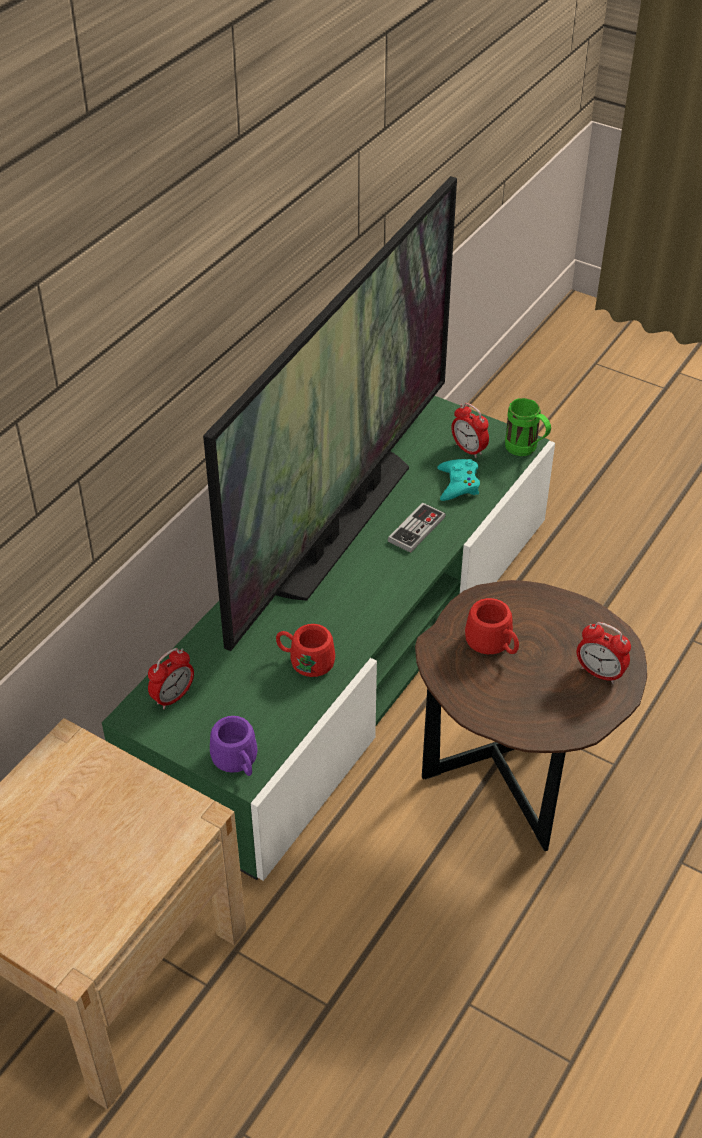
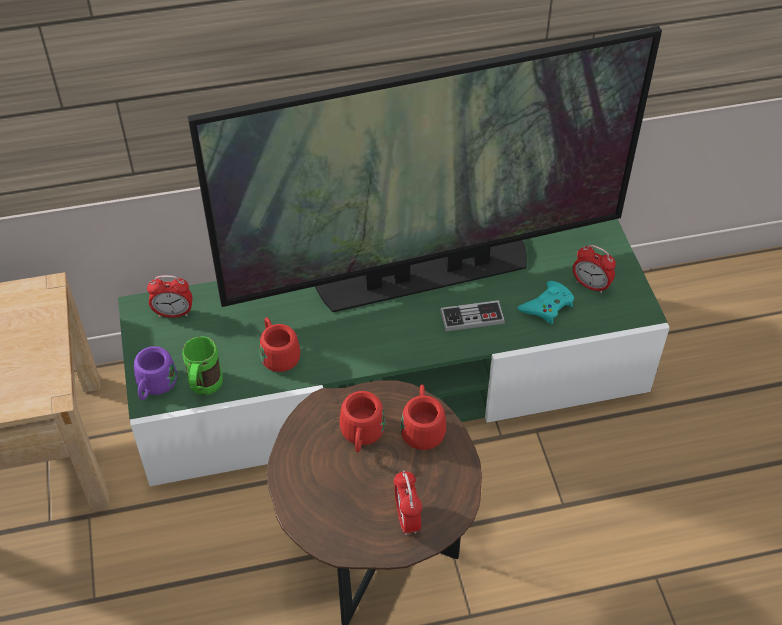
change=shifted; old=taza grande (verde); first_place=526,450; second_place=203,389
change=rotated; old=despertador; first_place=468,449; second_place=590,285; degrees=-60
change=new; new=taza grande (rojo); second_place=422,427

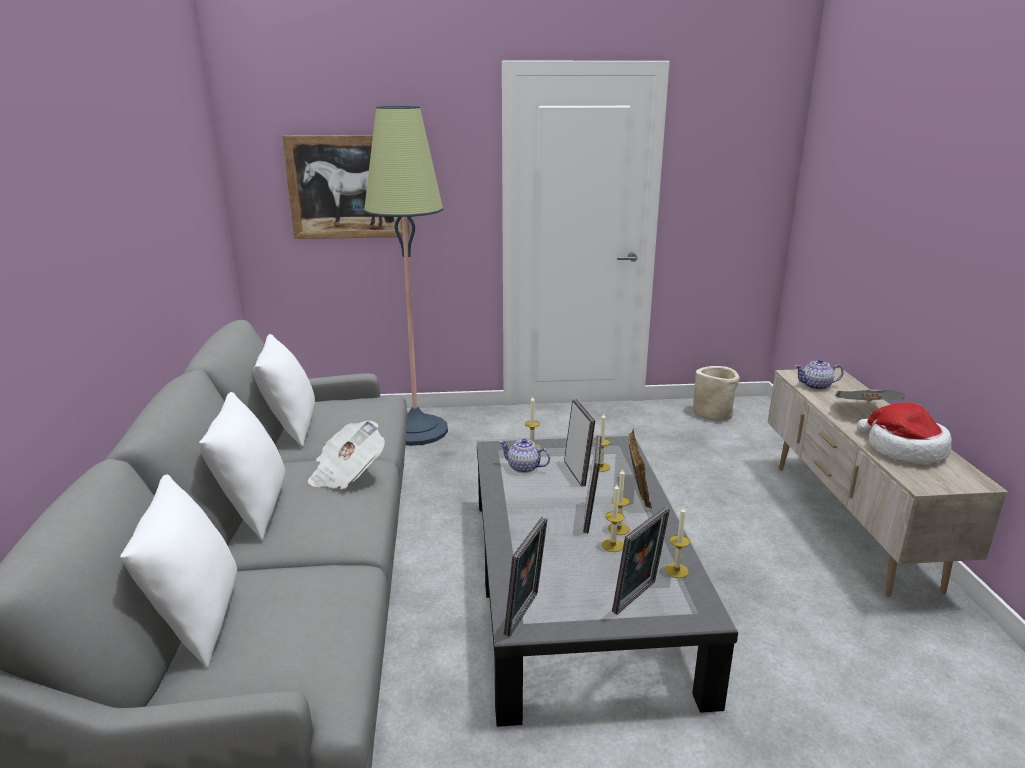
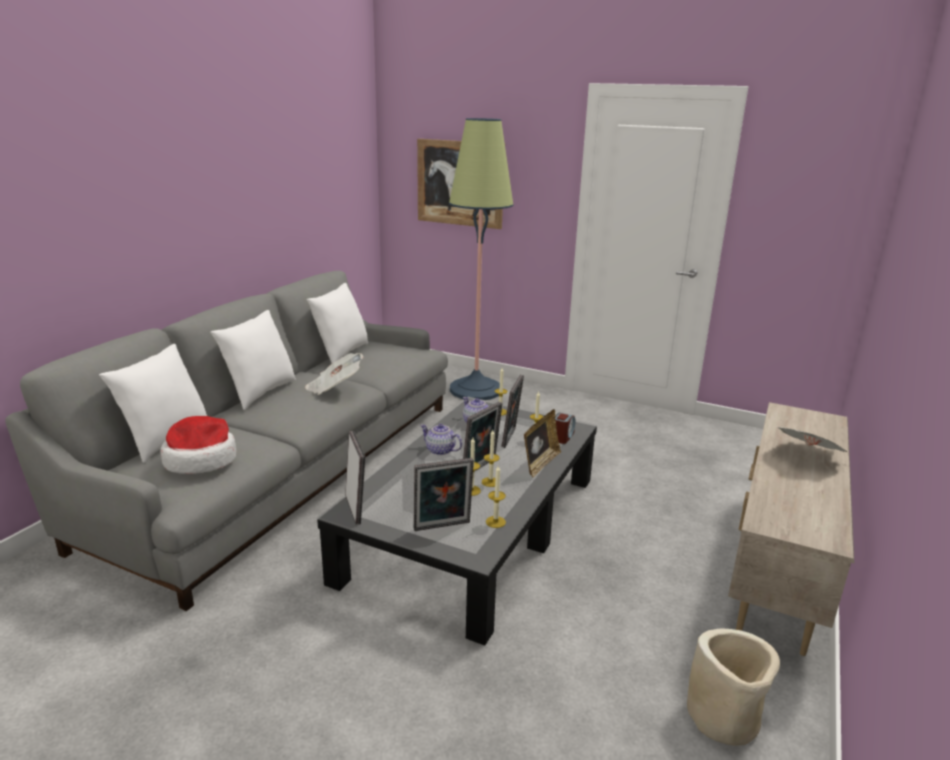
change=shifted; old=tetera; first_place=816,386; second_place=440,450
change=shifted; old=maceta (beis); first_place=713,414; second_place=724,717
change=shifted; old=sombrero; first_place=903,449; second_place=201,460
change=rotated; old=portarretratos; first_place=525,614; second_place=356,508; degrees=-75
change=new; new=despertador; second_place=562,437

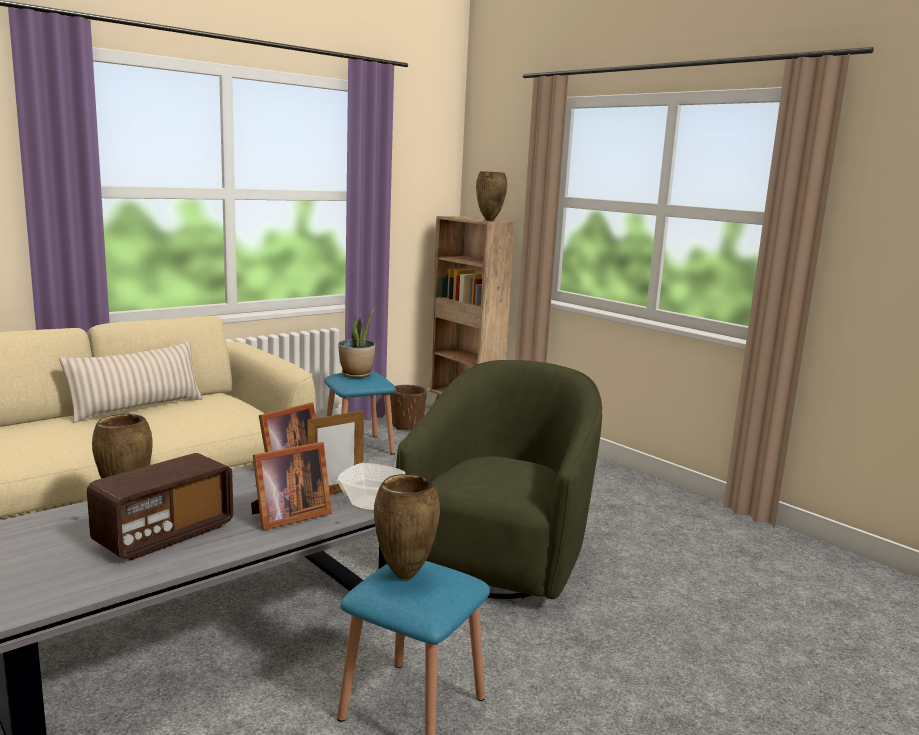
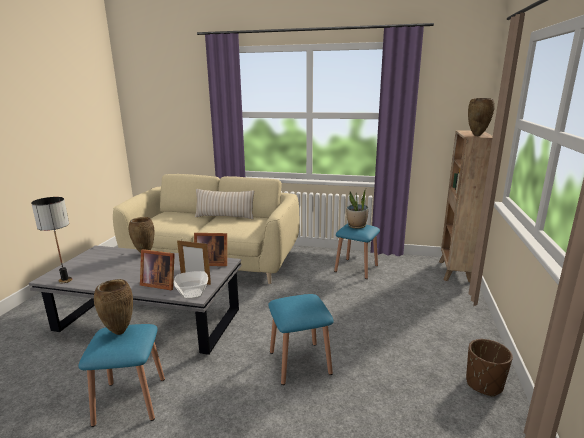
change=swapped; old=sillón (verde); new=taburete (azul); first_place=501,557; second_place=300,362
change=shifted; old=maceta (marrón); first_place=407,426; second_place=484,384
change=gone; old=radio; first_place=164,535
change=new; new=lámpara de mesa; second_place=65,280

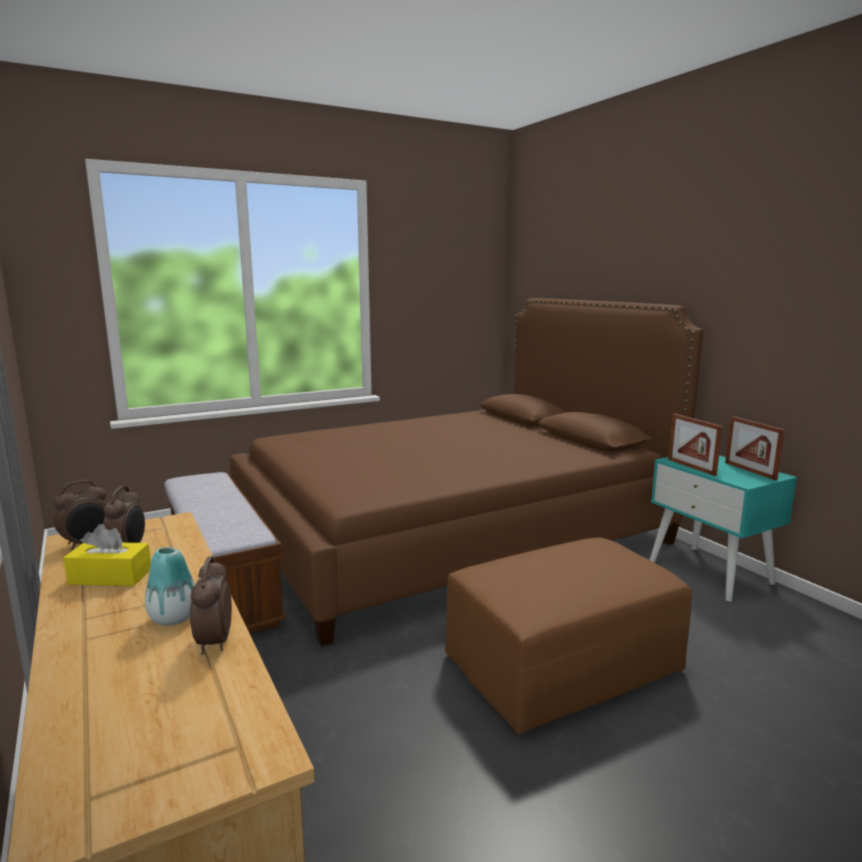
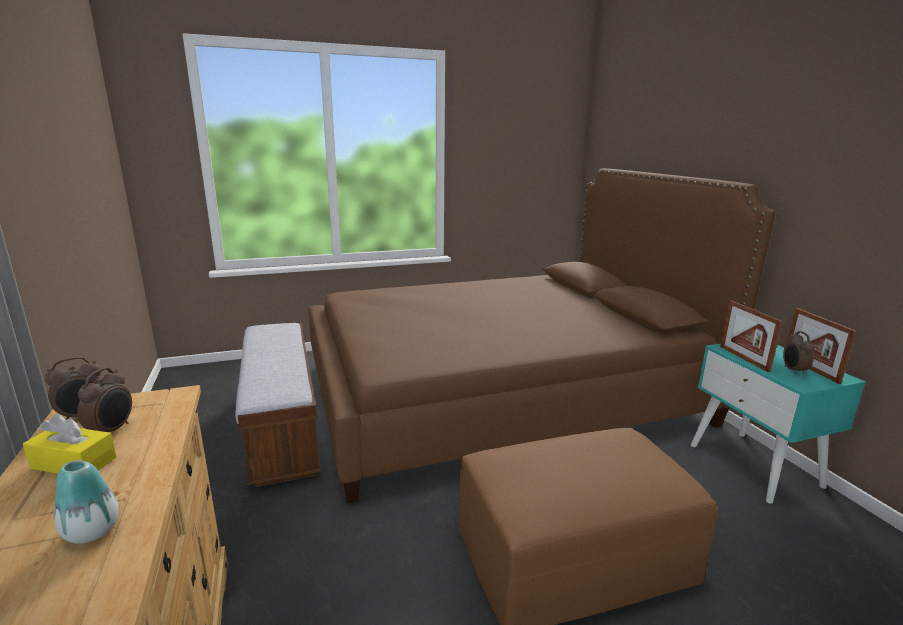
change=shifted; old=despertador; first_place=213,643; second_place=793,371

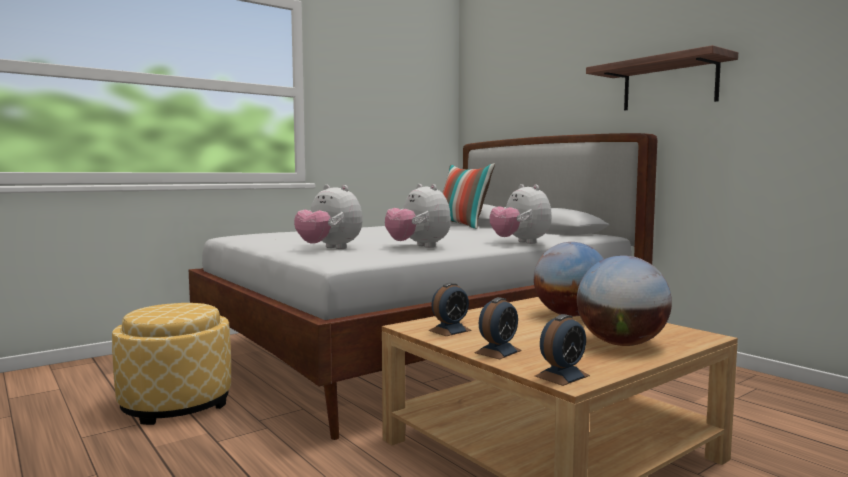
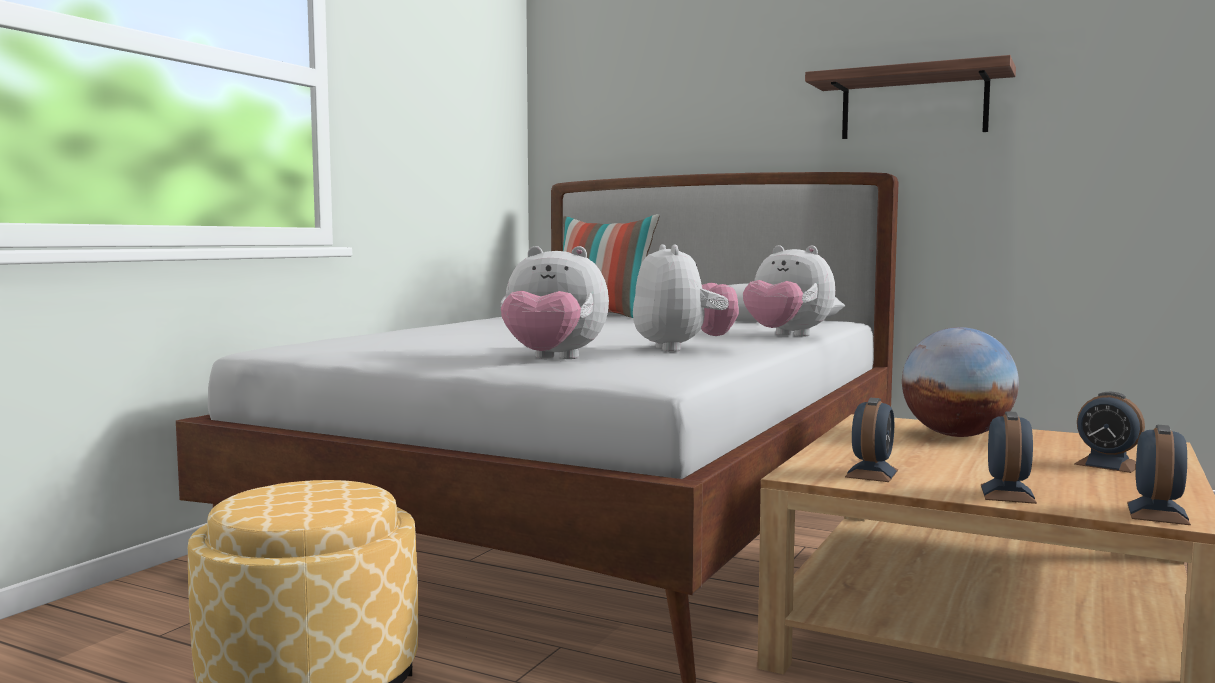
change=rotated; old=peluche; first_place=418,247; second_place=682,349; degrees=-135
change=swapped; old=globo terráqueo; new=despertador; first_place=621,344; second_place=1107,464

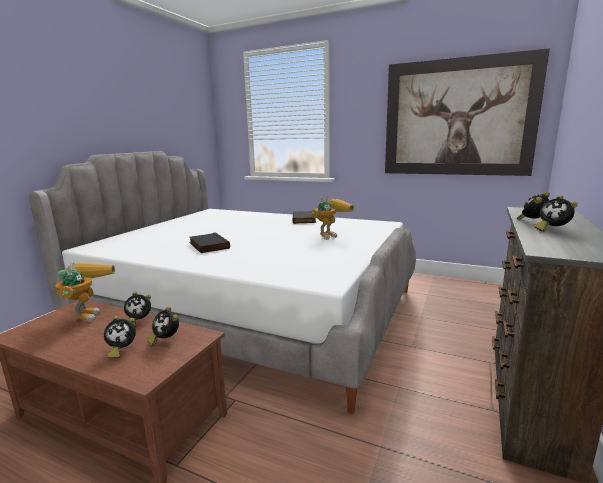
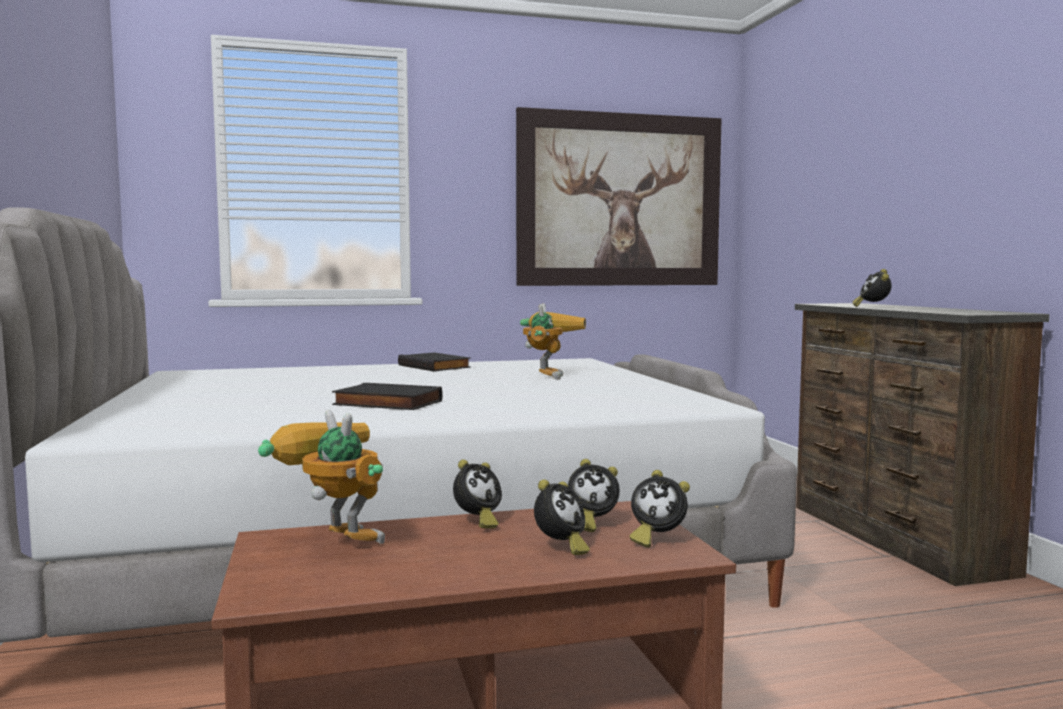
change=shifted; old=despertador; first_place=552,230; second_place=656,539

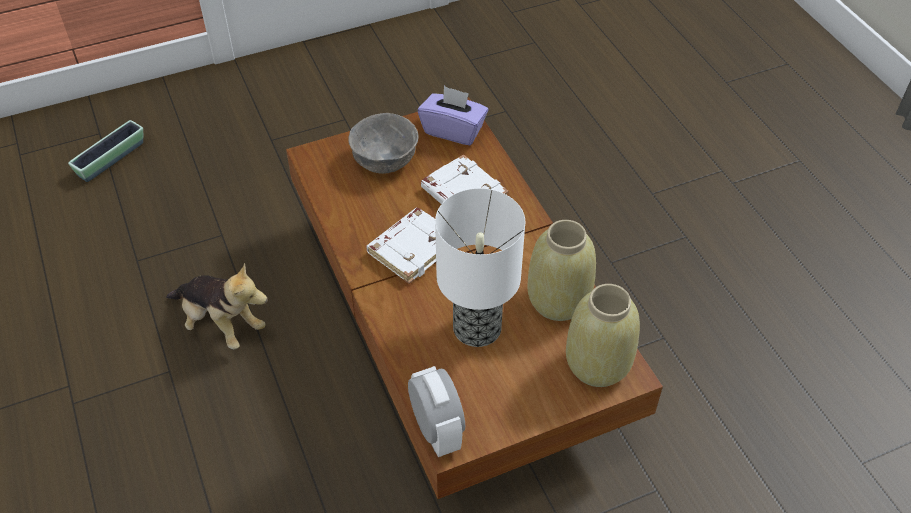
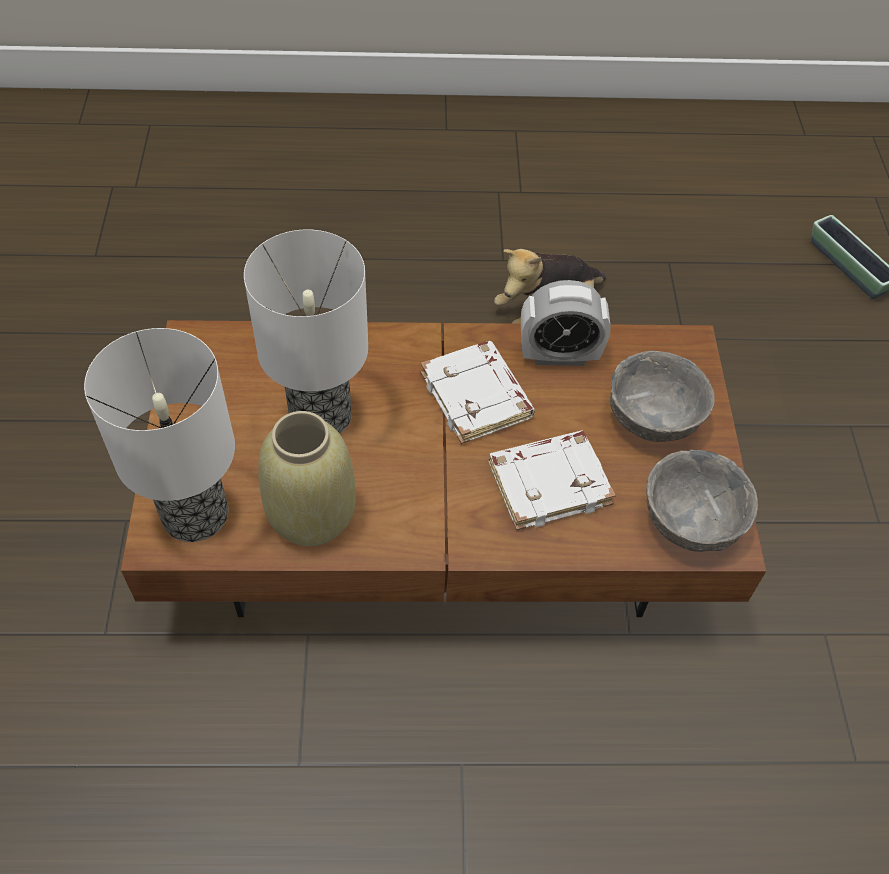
change=swapped; old=caja de pañuelos (morado); new=cuenco (gris); first_place=453,130; second_place=689,520
change=swapped; old=florero (beis); new=lámpara de mesa; first_place=597,366; second_place=193,513
change=shifted; old=despertador; first_place=436,430; second_place=559,355

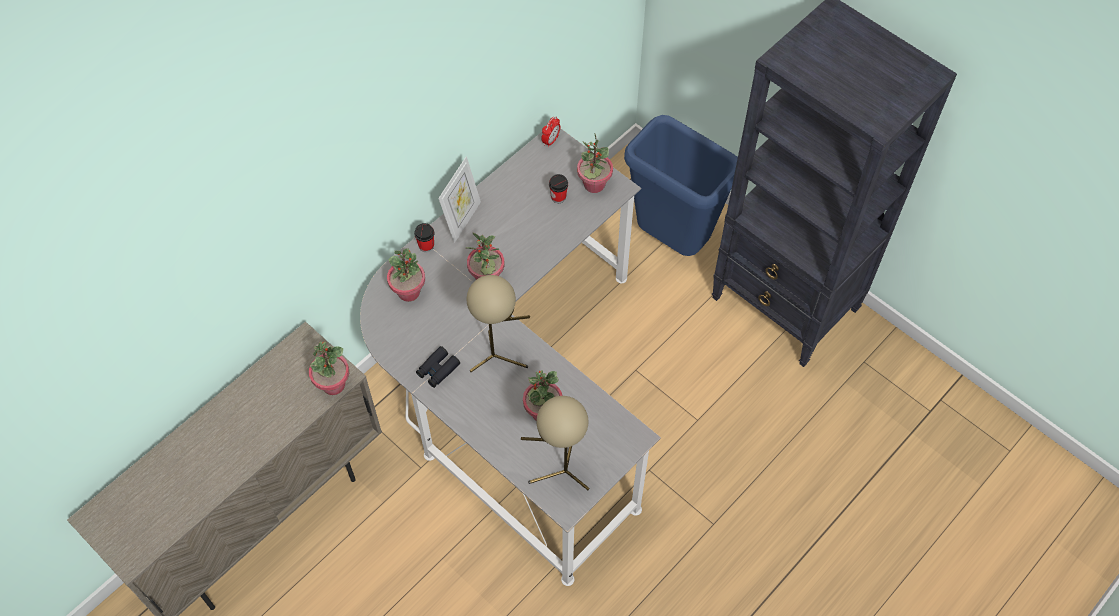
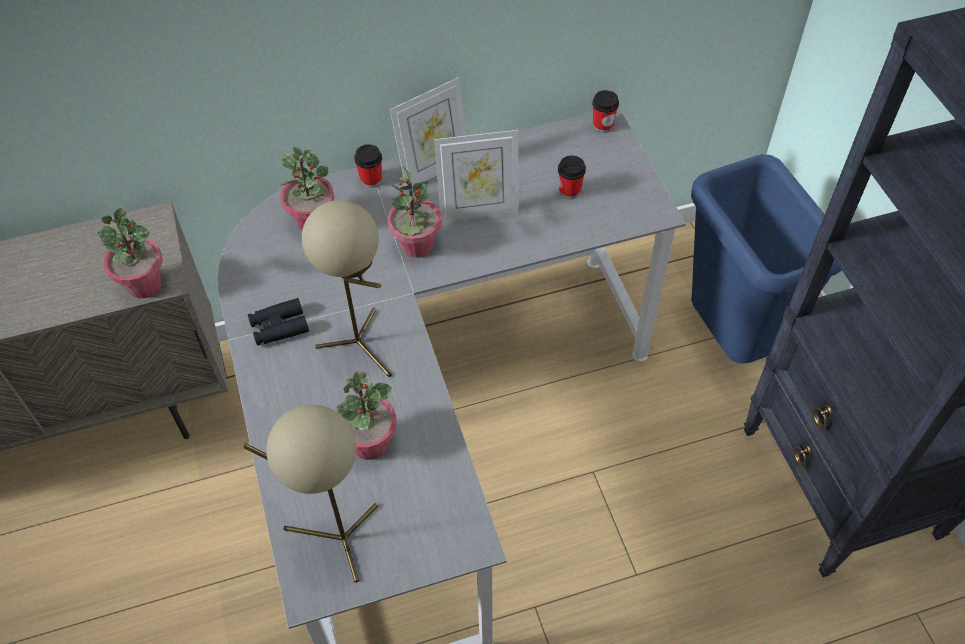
change=swapped; old=despertador; new=taza; first_place=551,140; second_place=603,125
change=gone; old=planta en maceta; first_place=594,184
change=new; new=portarretratos; second_place=478,211

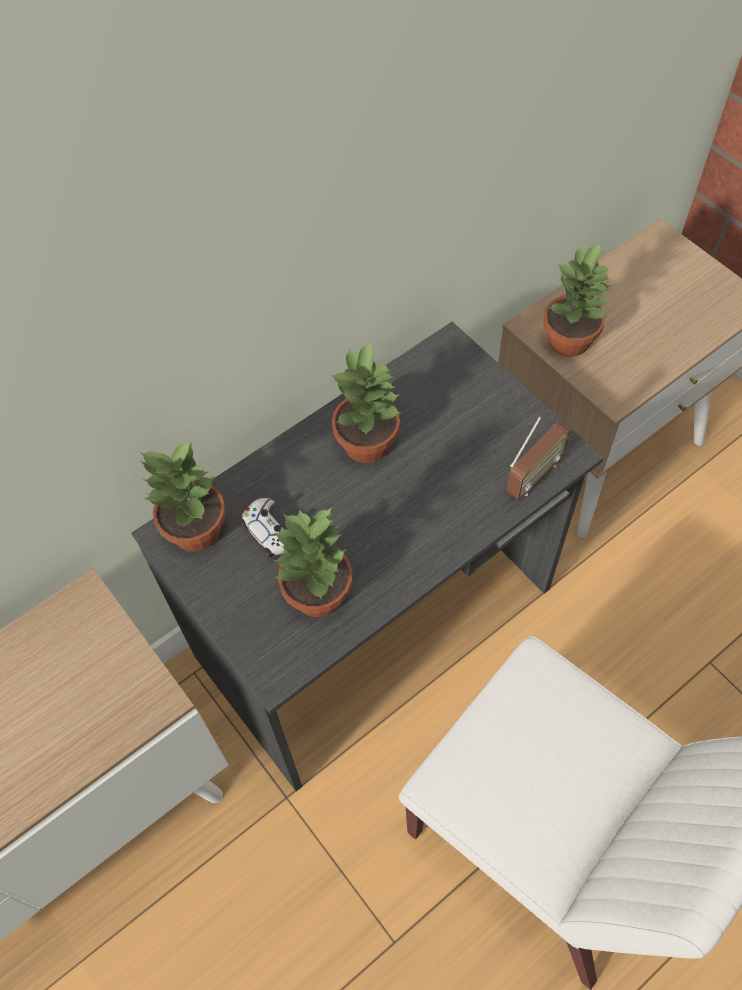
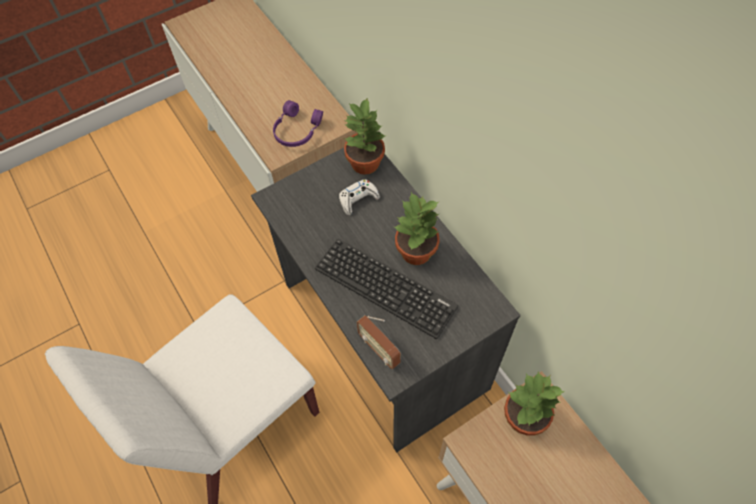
change=gone; old=planta en maceta; first_place=319,595
change=new; new=auriculares (morado); second_place=296,130
change=new; new=teclado; second_place=385,287

